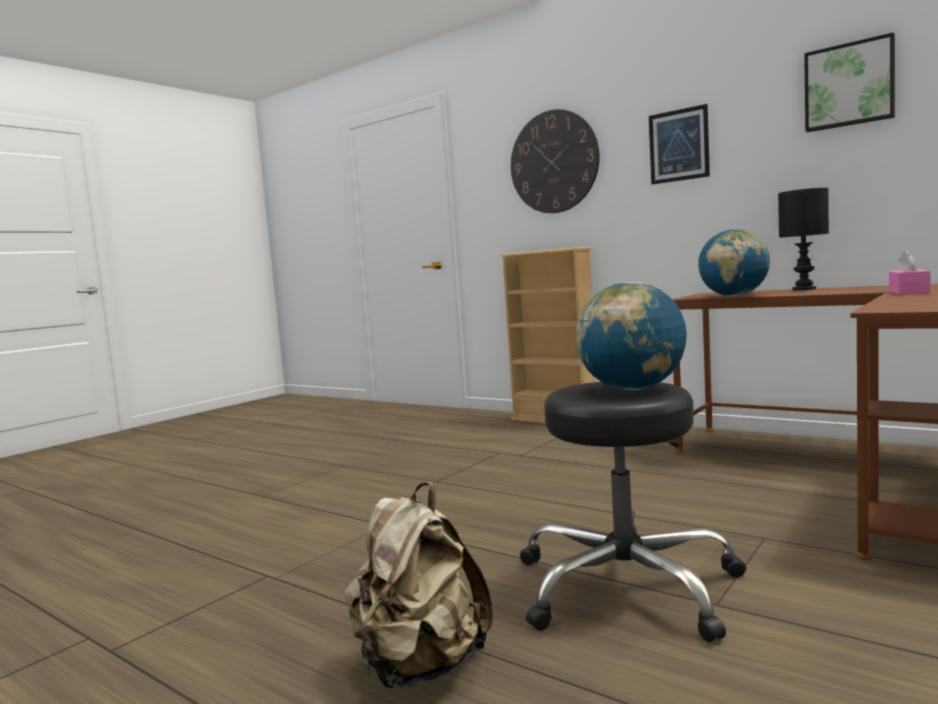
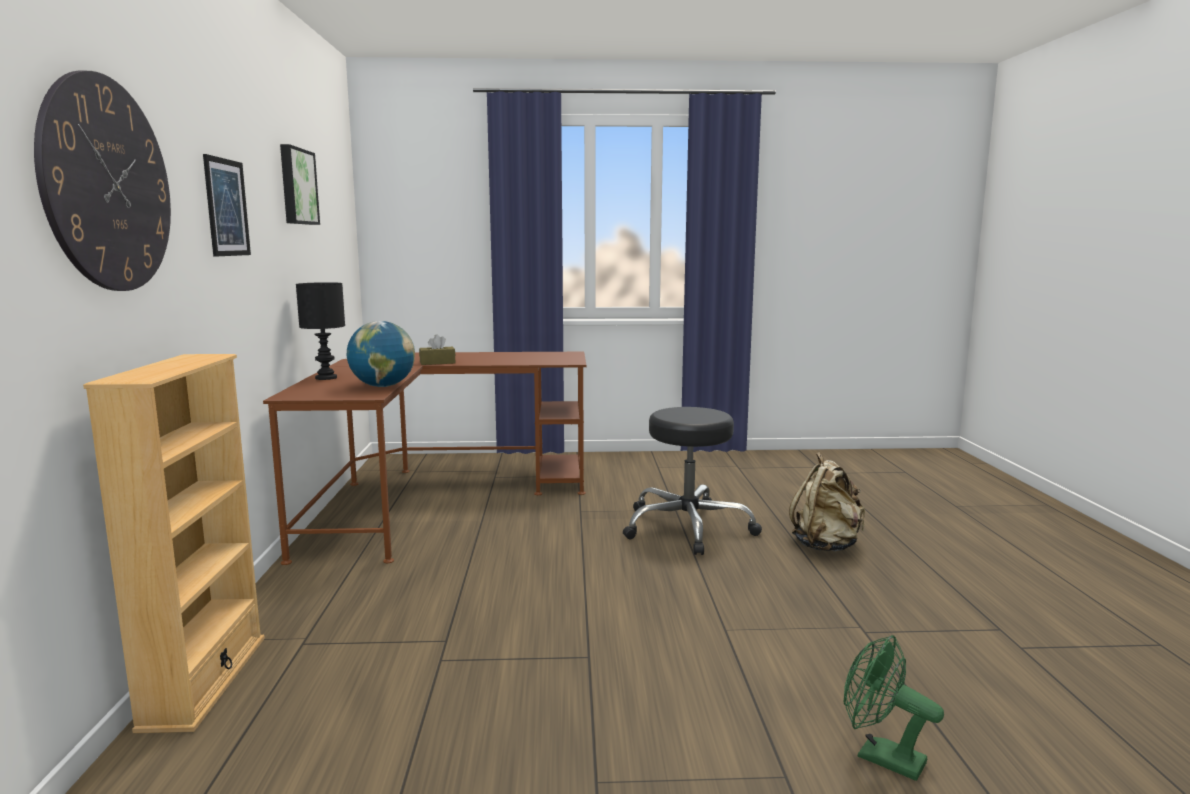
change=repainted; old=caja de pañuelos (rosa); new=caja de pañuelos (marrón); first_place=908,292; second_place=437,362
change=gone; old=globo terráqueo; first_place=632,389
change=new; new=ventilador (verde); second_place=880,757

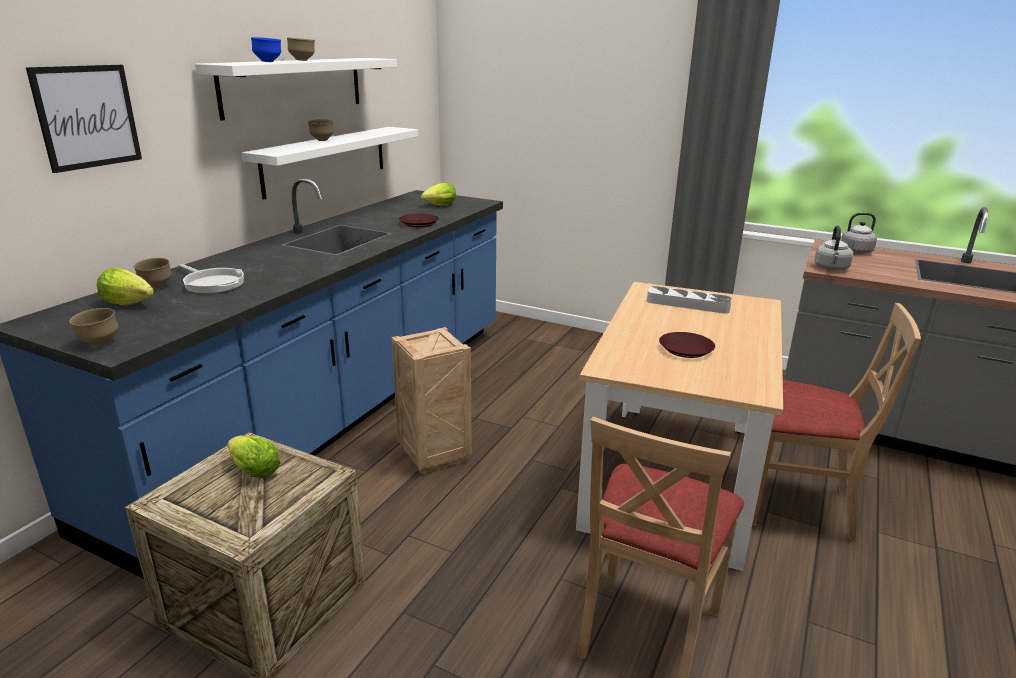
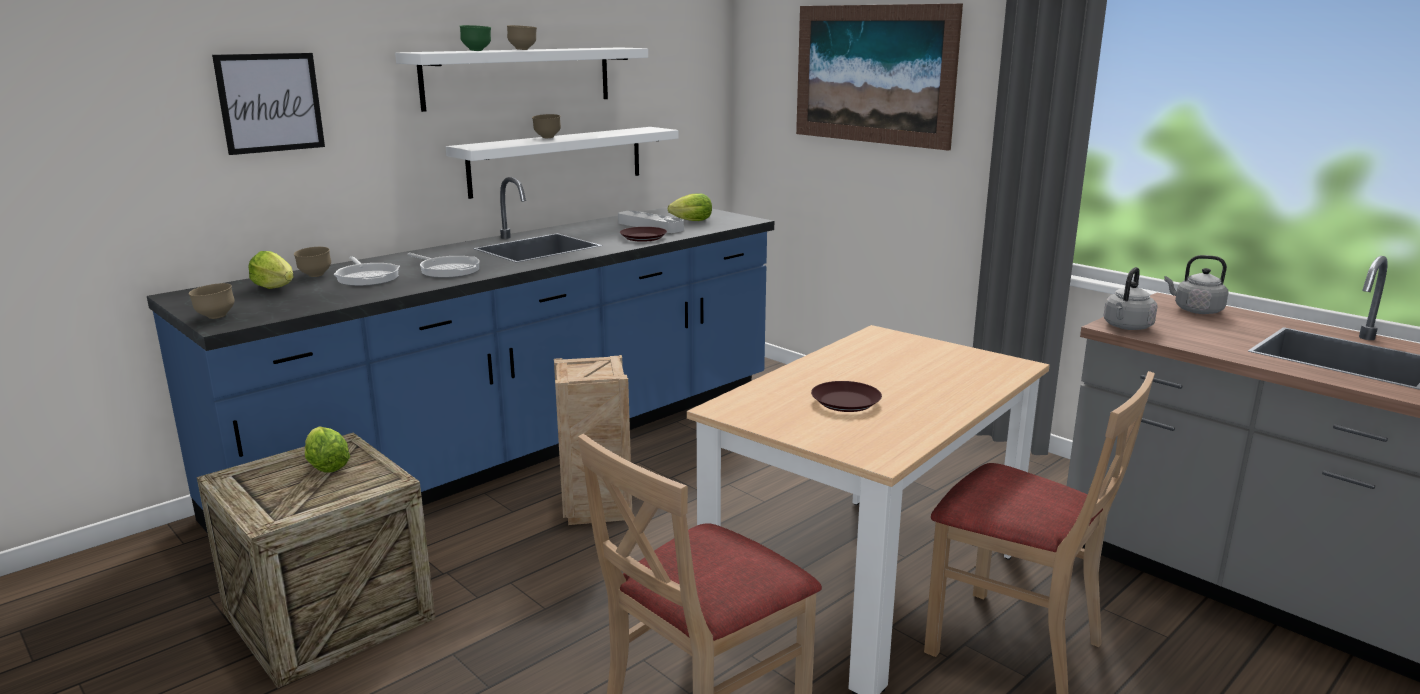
change=repainted; old=cuenco (azul); new=cuenco (verde); first_place=268,62; second_place=477,50
change=shifted; old=bandeja (gris); first_place=688,304; second_place=650,226
change=new; new=cuadro; second_place=873,74
change=new; new=sartén; second_place=447,270

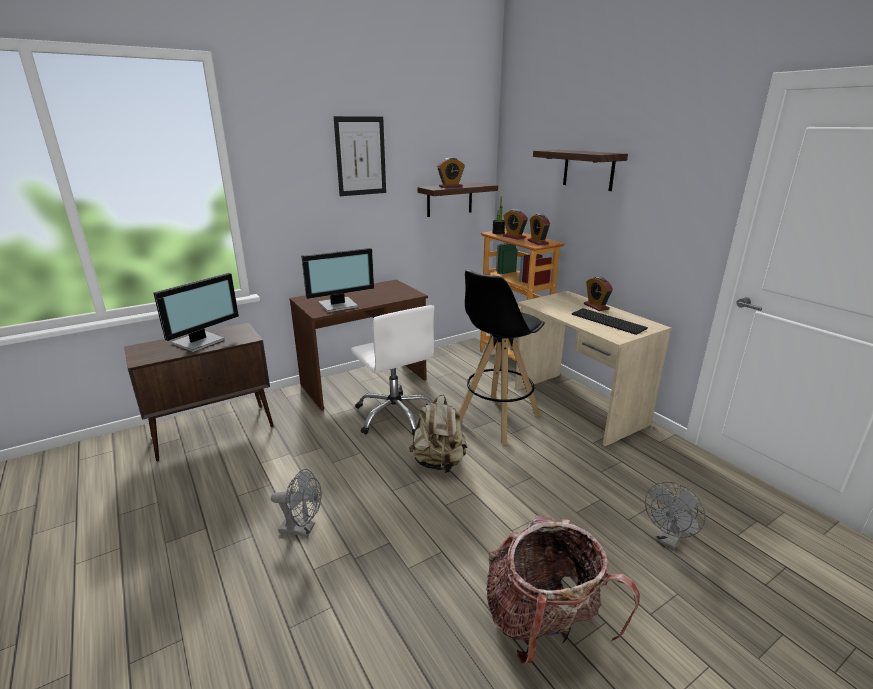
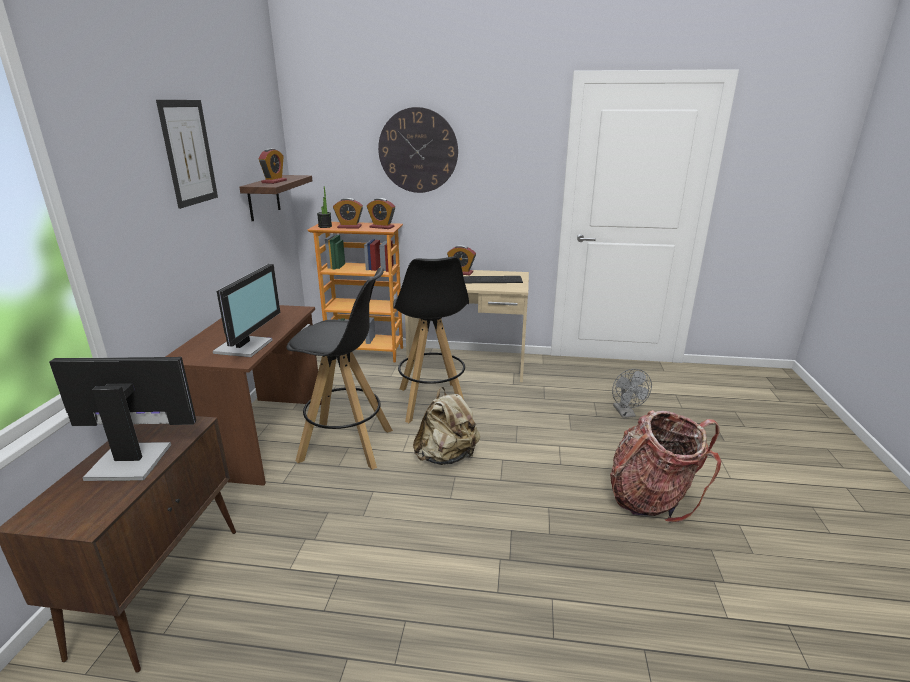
change=swapped; old=estante; new=reloj de pared; first_place=588,169; second_place=418,151
change=rotated; old=monitor; first_place=200,342; second_place=130,460; degrees=-75
change=swapped; old=silla de oficina (blanco); new=taburete (negro); first_place=395,415; second_place=347,445
change=gone; old=ventilador (gris); first_place=302,529

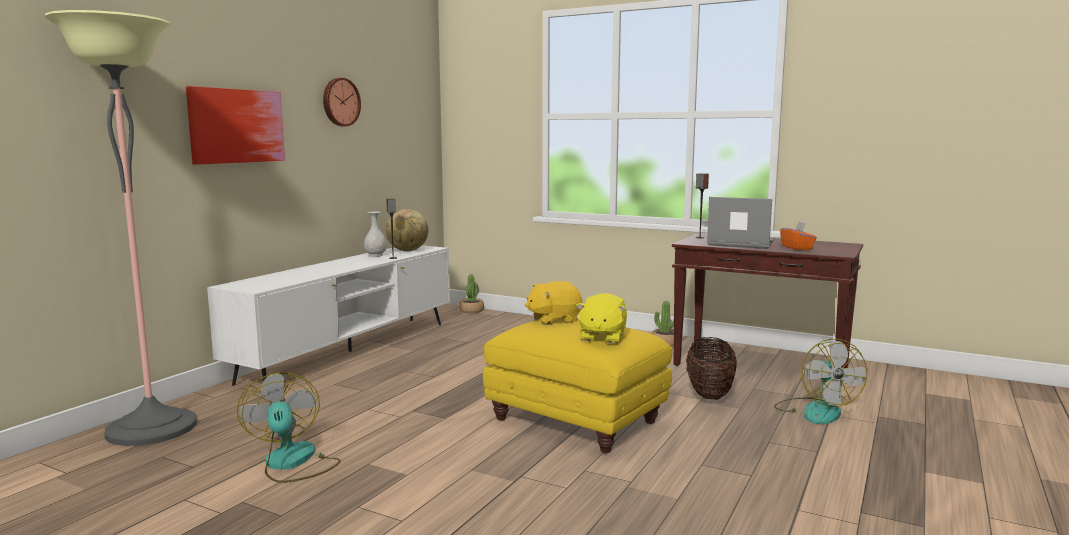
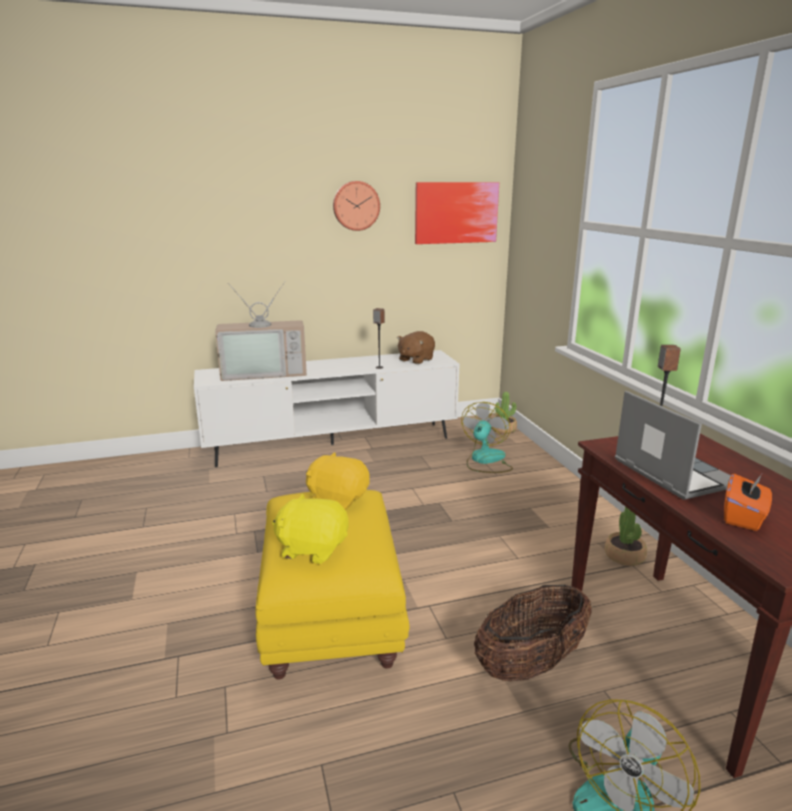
change=gone; old=lámpara de pie; first_place=152,428
change=shifted; old=cuadro; first_place=236,126; second_place=456,212
change=swapped; old=globo terráqueo; new=peluche (marrón); first_place=408,250; second_place=415,360
change=gone; old=florero (blanco); first_place=376,255
change=rotated; old=peluche (amarillo); first_place=602,337; second_place=312,548; degrees=45
change=shifted; old=ventilador; first_place=292,463; second_place=485,460
change=new; new=televisor; second_place=264,372

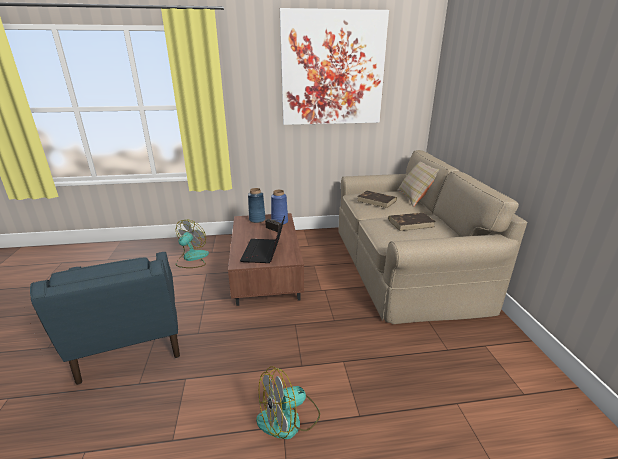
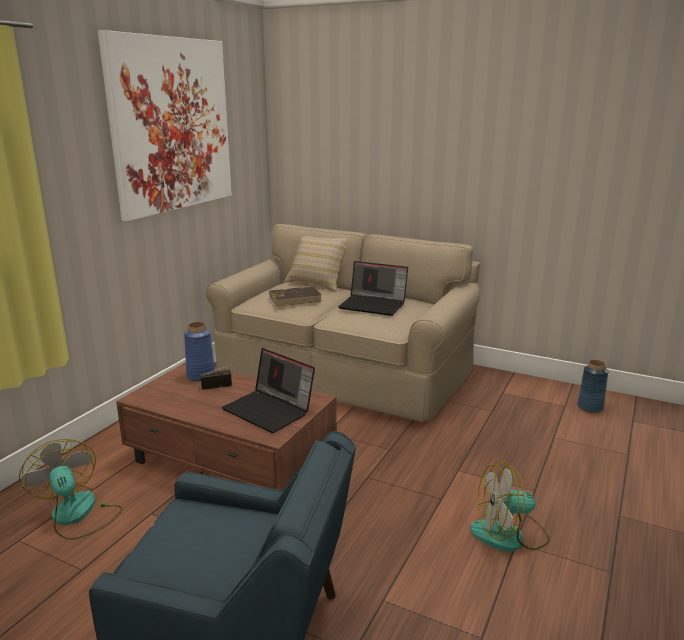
change=shifted; old=florero (azul); first_place=257,219; second_place=590,407
change=swapped; old=libro (marrón); new=portátil; first_place=411,223; second_place=374,305
change=rotated; old=ventilador; first_place=289,419; second_place=509,535; degrees=75

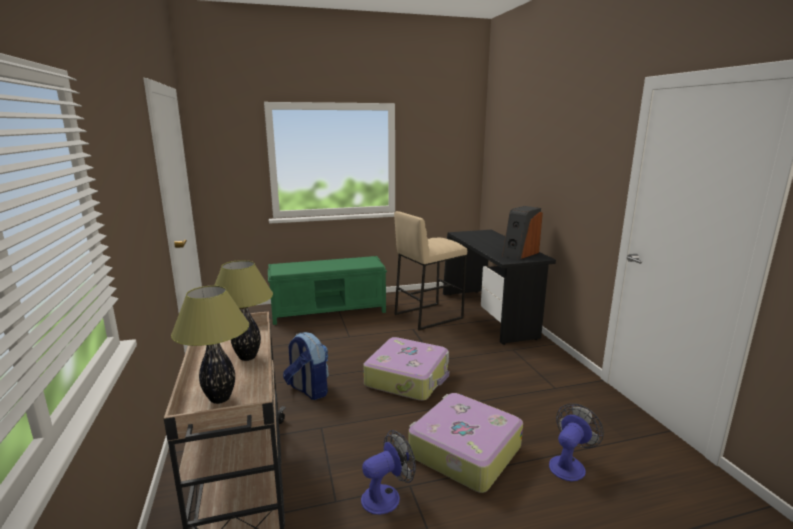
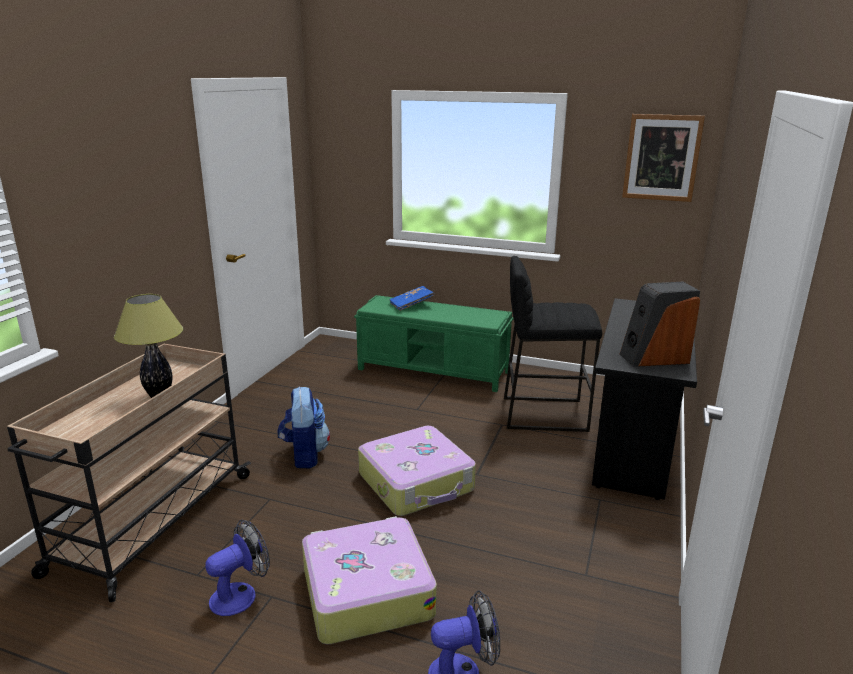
change=repainted; old=taburete (beis); new=taburete (negro); first_place=428,316; second_place=544,413
change=gone; old=lámpara de mesa; first_place=220,399
change=rotated; old=ventilador; first_place=387,496; second_place=240,594; degrees=-45
change=new; new=cuadro; second_place=662,157
change=new; new=libro (azul); second_place=411,305

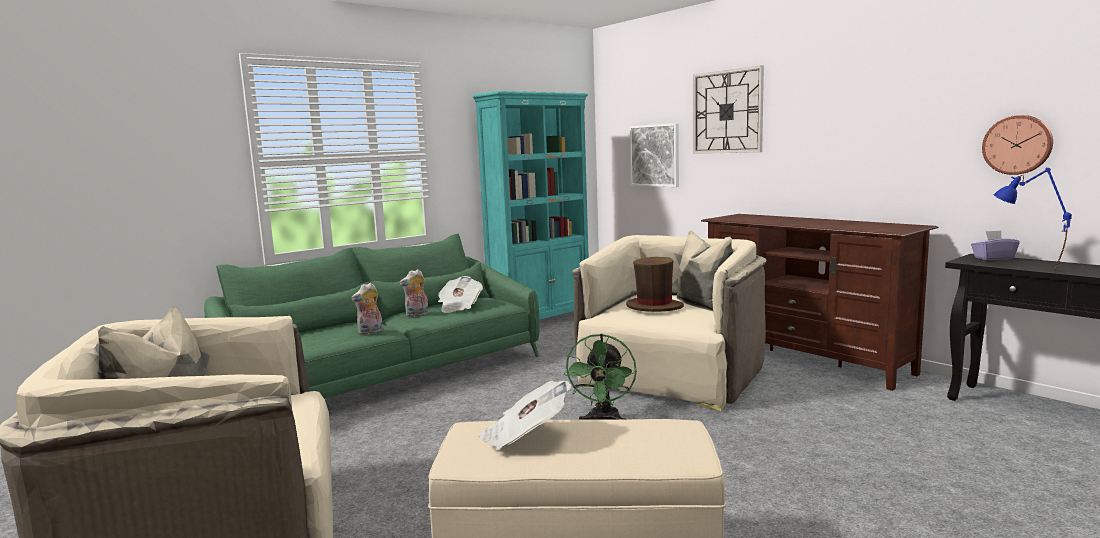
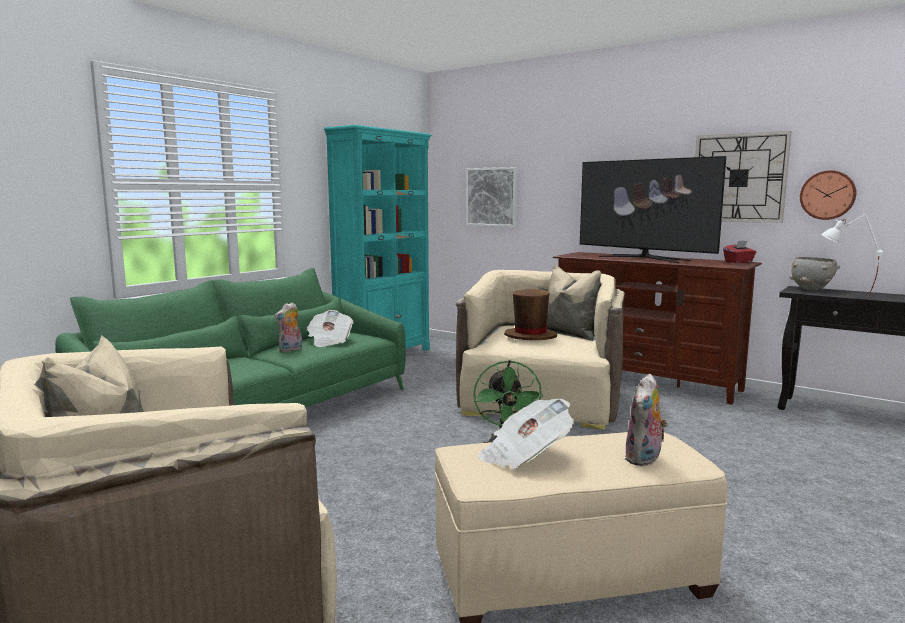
change=shifted; old=reloj de pared; first_place=727,112; second_place=739,178
change=repainted; old=lámpara de mesa (azul); new=lámpara de mesa (blanco); first_place=1025,269; second_place=845,297
change=swapped; old=caja de pañuelos (morado); new=cuenco (gris); first_place=993,258; second_place=811,289
change=shifted; old=peluche; first_place=370,332; second_place=644,459
change=new; new=televisor; second_place=643,258
change=new; new=caja de pañuelos (rojo); second_place=739,262

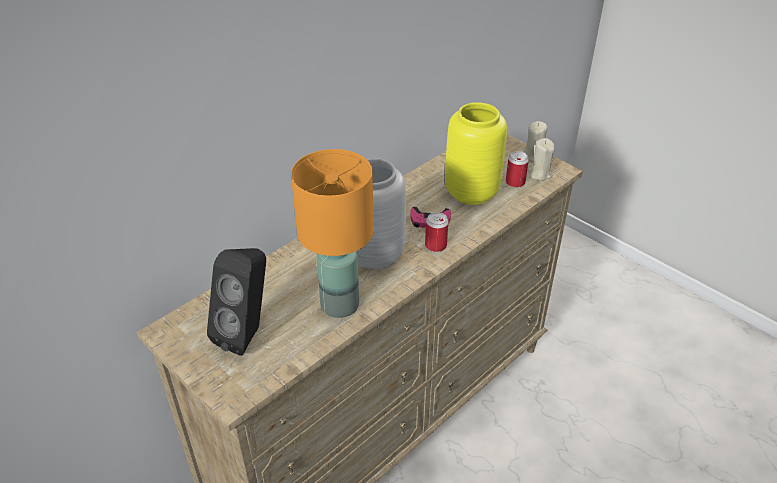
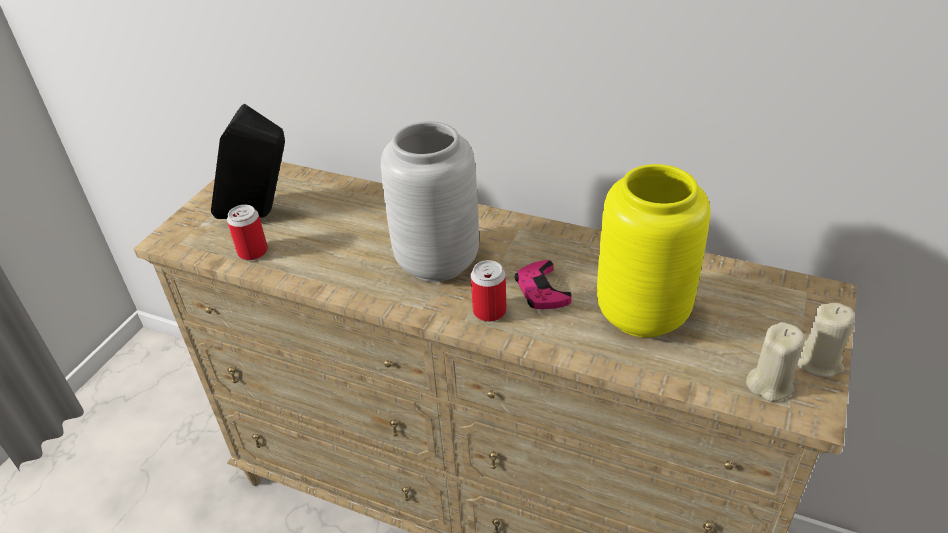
change=gone; old=lámpara de mesa (naranja); first_place=339,305
change=shifted; old=lata; first_place=515,182; second_place=253,252

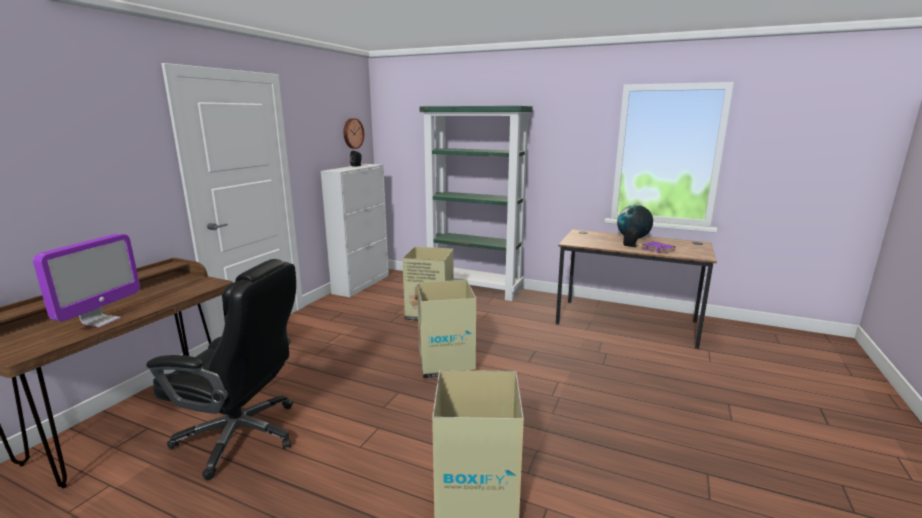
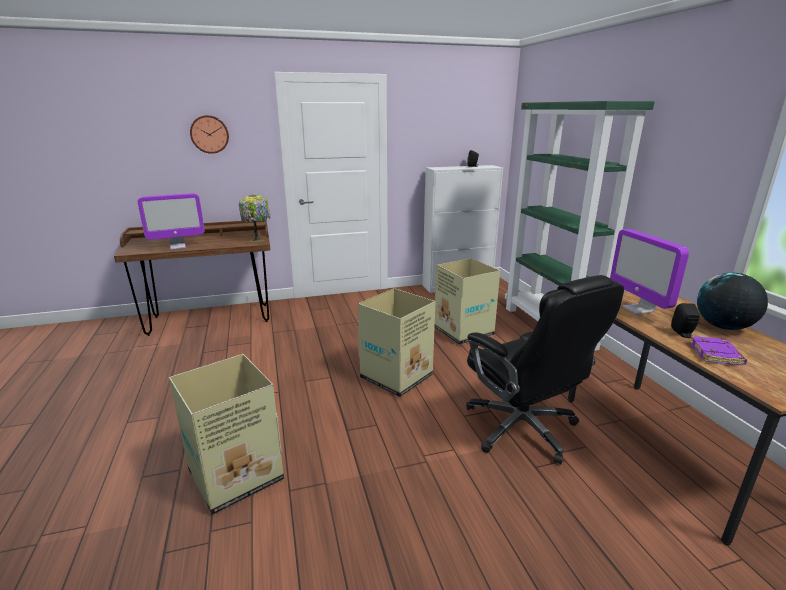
change=shifted; old=reloj de pared; first_place=352,133; second_place=209,134
change=shifted; old=silla de oficina (negro); first_place=242,436; second_place=523,428
change=new; new=lámpara de mesa; second_place=258,240
change=new; new=monitor; second_place=638,309

